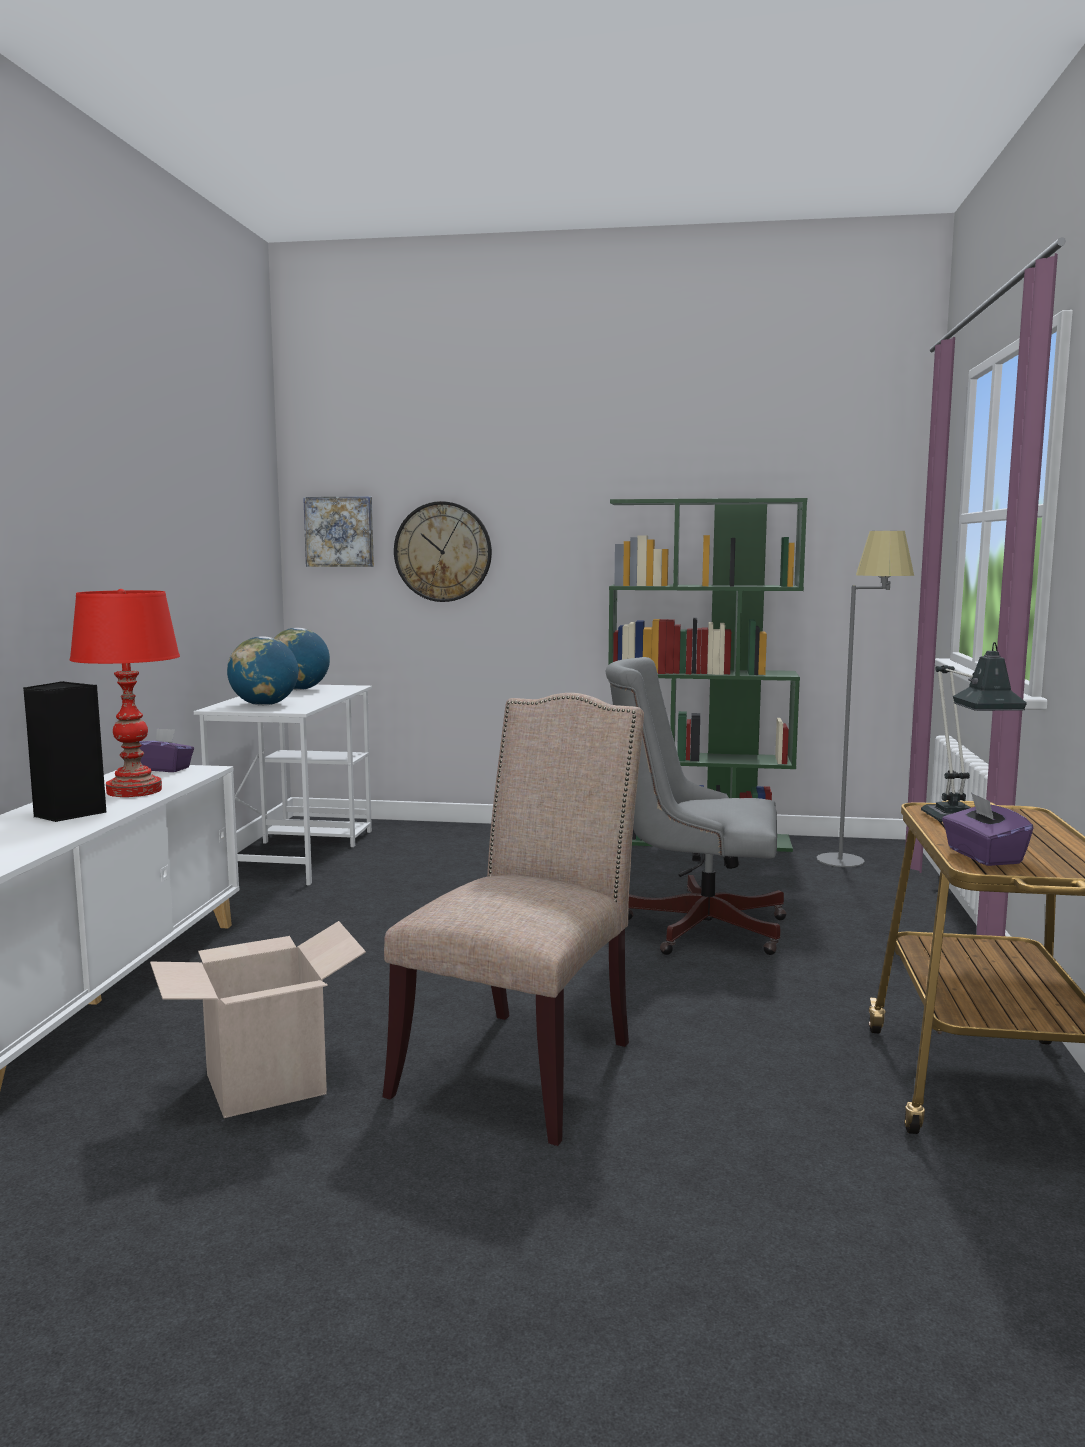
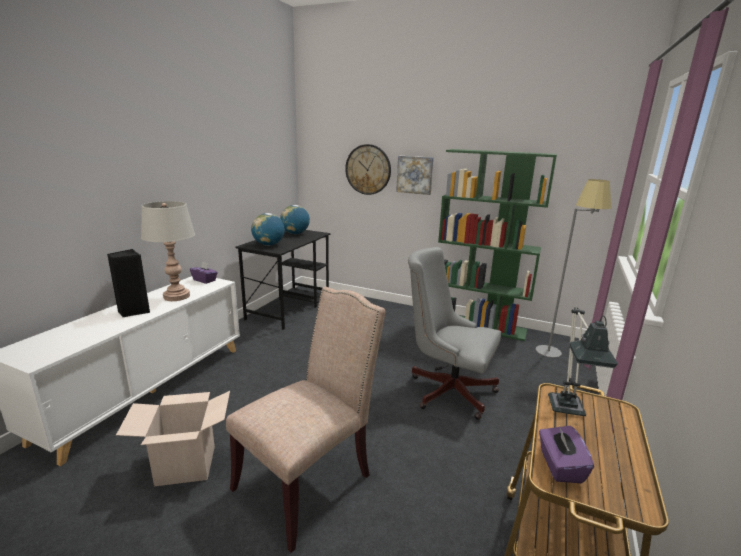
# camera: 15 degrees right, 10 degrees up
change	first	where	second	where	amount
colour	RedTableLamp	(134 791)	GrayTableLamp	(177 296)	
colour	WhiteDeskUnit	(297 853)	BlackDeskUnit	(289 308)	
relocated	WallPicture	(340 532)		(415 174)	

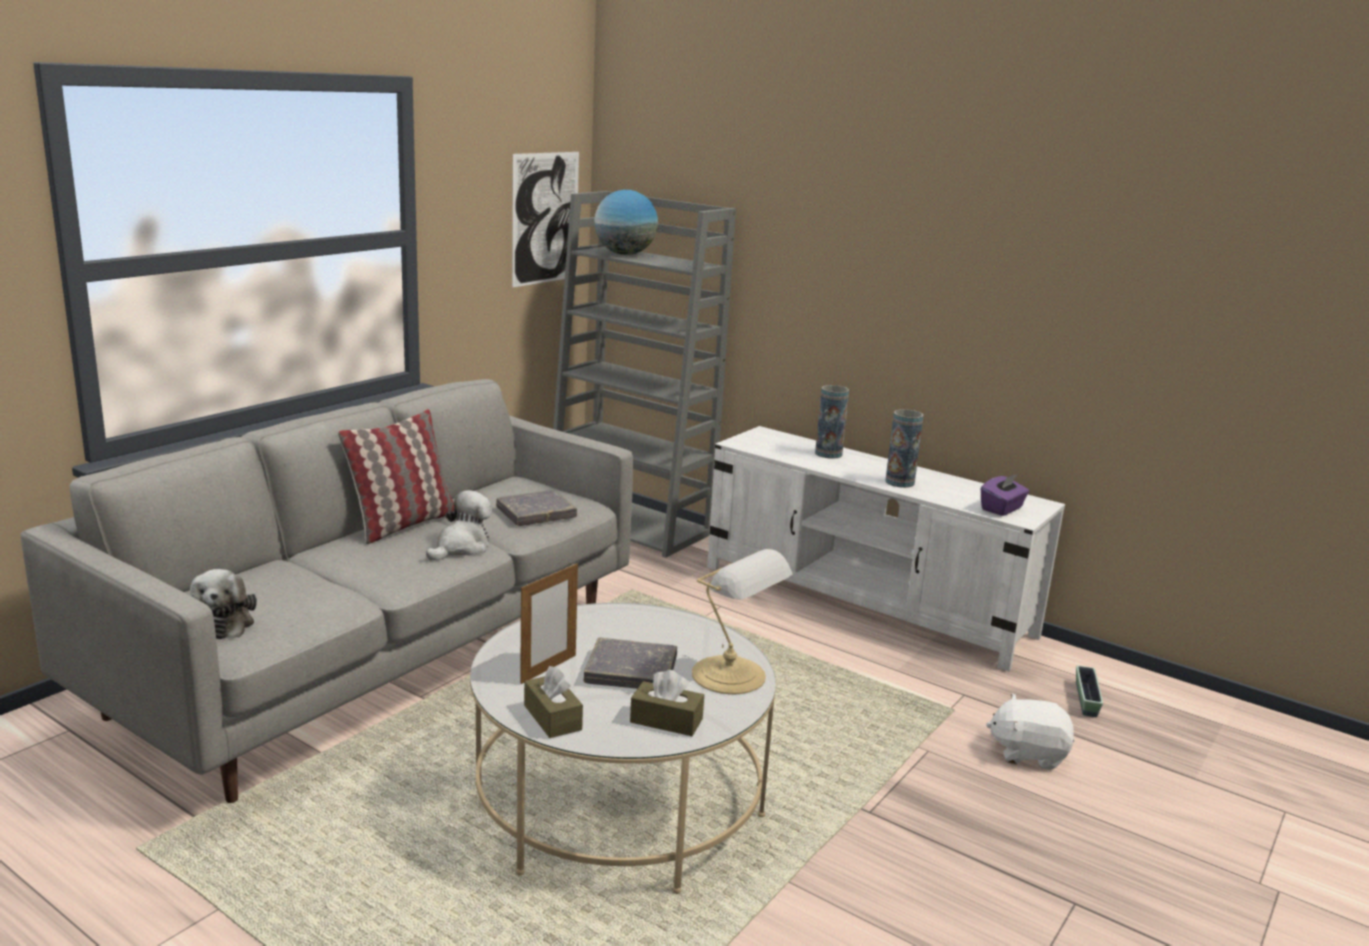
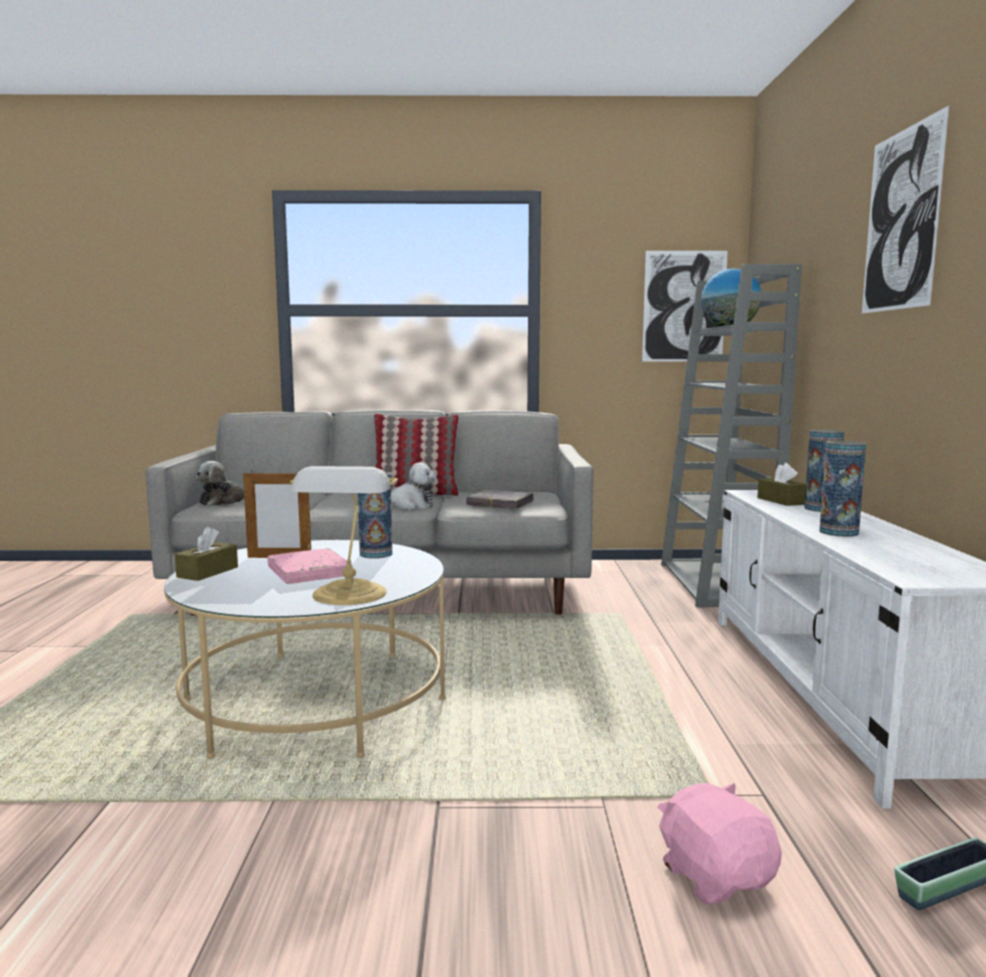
# camera: 55 degrees right, 10 degrees down
change	first	where	second	where	amount
colour	GrayVolume	(631 671)	PinkishVolume	(309 572)	
appeared			FlowerVase	(376 554)	
colour	WhitePlushToy	(1028 753)	PinkishPlushToy	(715 876)	
relocated	BrownColouredBoxOfTissues	(666 720)		(781 501)	
appeared			WallPicture	(901 220)	
missing	PurplishBoxOfTissues	(1002 509)			

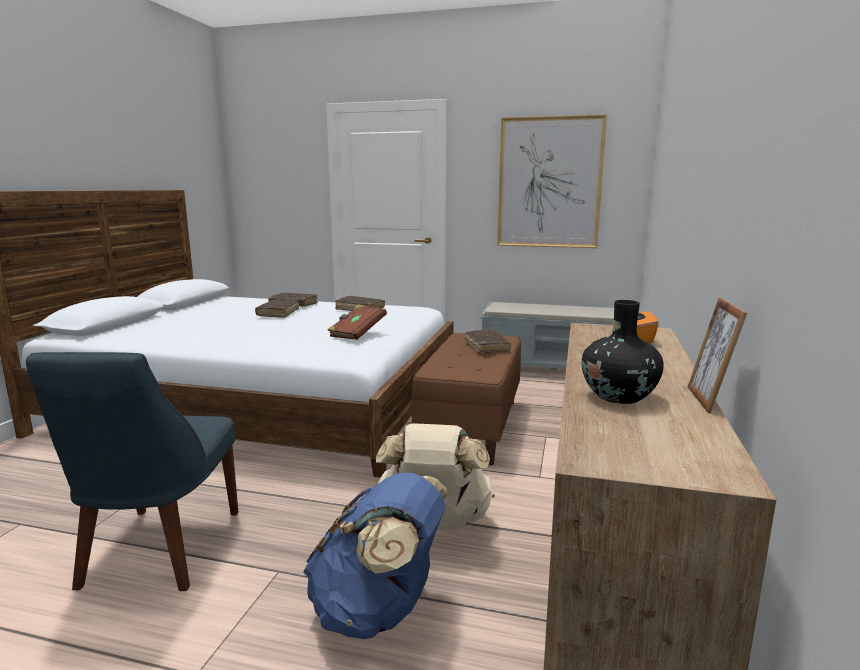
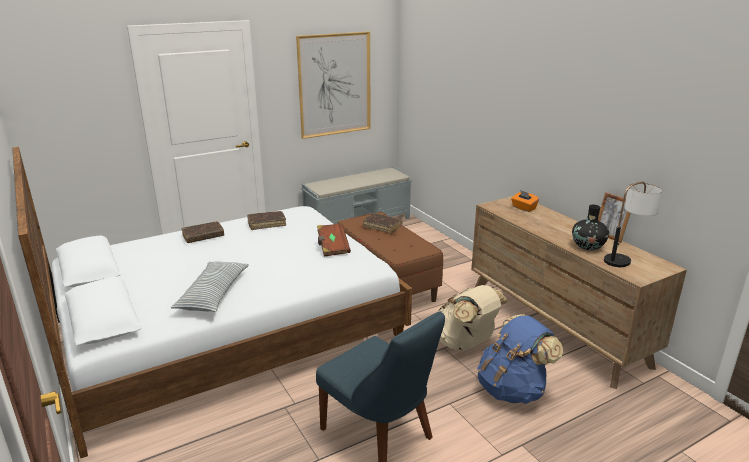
# camera: 45 degrees left, 10 degrees up
change	first	where	second	where	amount
appeared			ThrowPillow	(213 294)	
appeared			TableLamp	(625 258)	
missing	BrownColouredVolume	(278 313)			

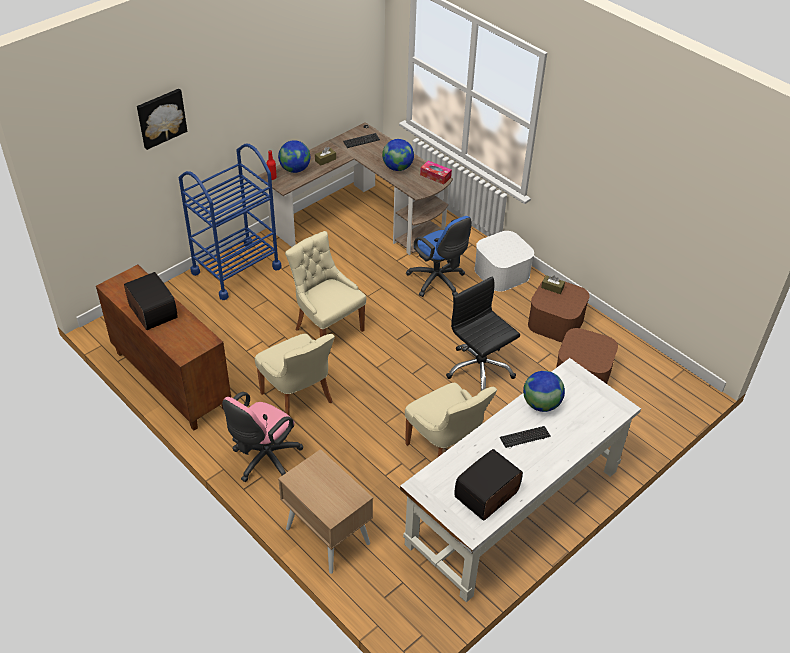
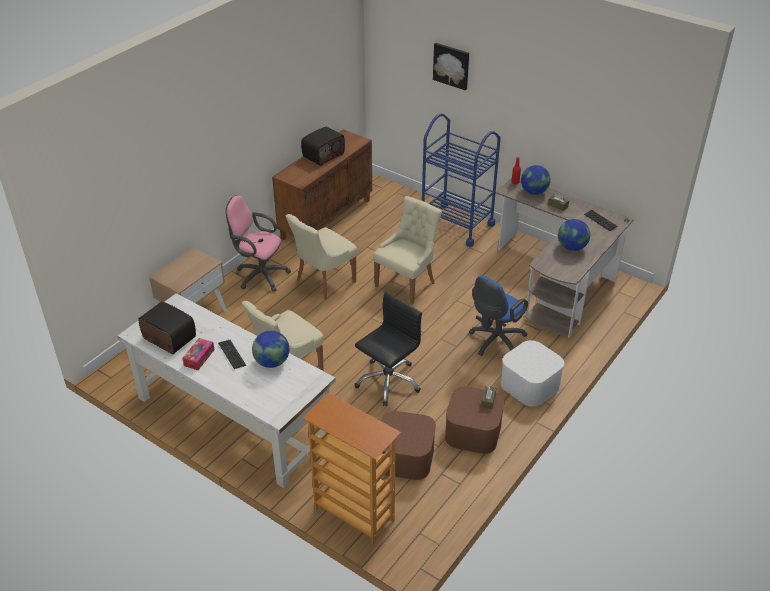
# camera: 80 degrees right, 5 degrees down
change	first	where	second	where	amount
relocated	BoxOfTissues	(435 176)		(199 357)	
appeared			Bookcase	(353 515)	

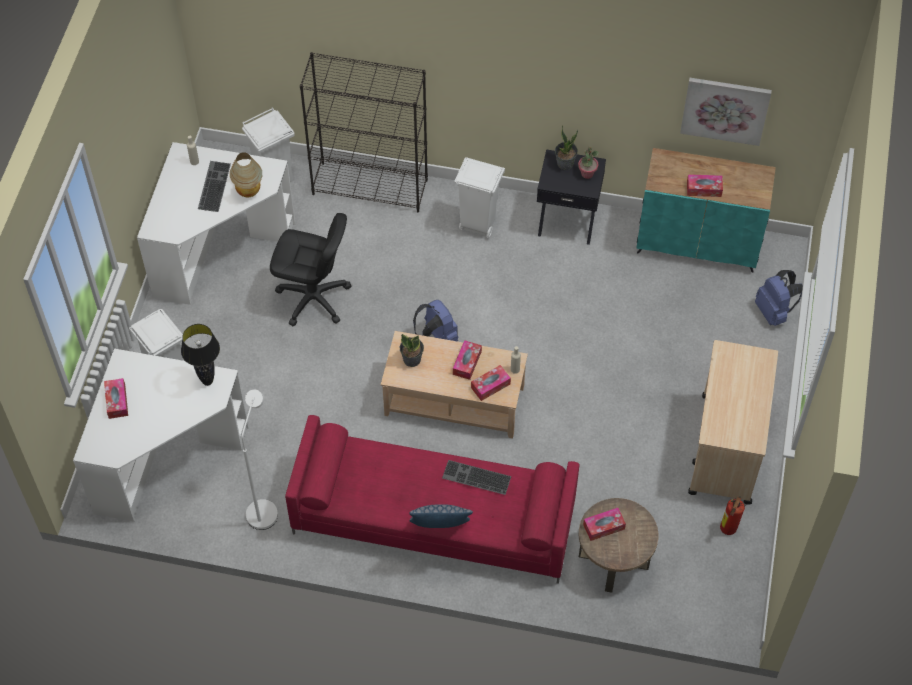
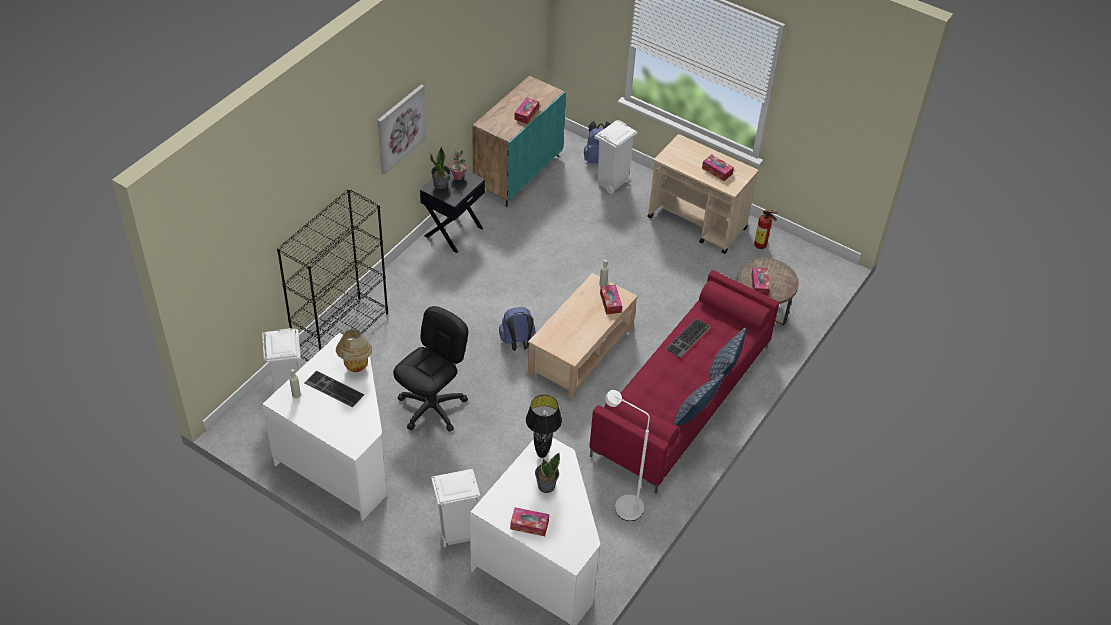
# camera: 70 degrees left, 10 degrees down
change	first	where	second	where	amount
relocated	WallPicture	(725 109)		(400 128)	
relocated	PottedPlant	(412 359)		(546 485)	
relocated	WhiteWasteBin	(477 225)		(611 184)	
appeared			ThrowPillow	(694 415)	
relocated	BoxOfTissues	(467 363)		(717 171)	

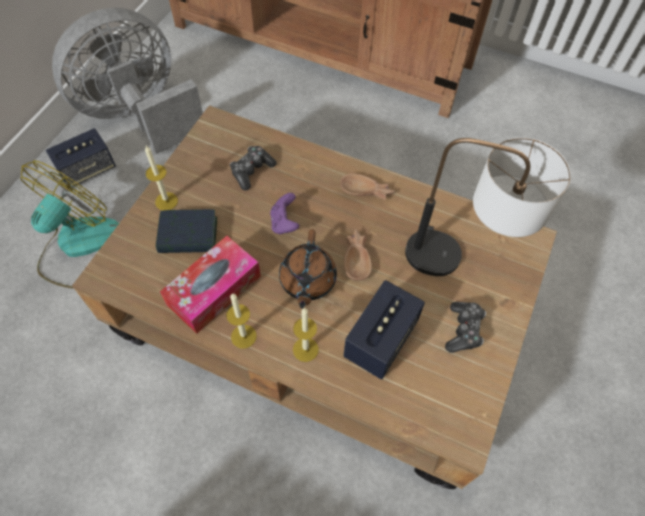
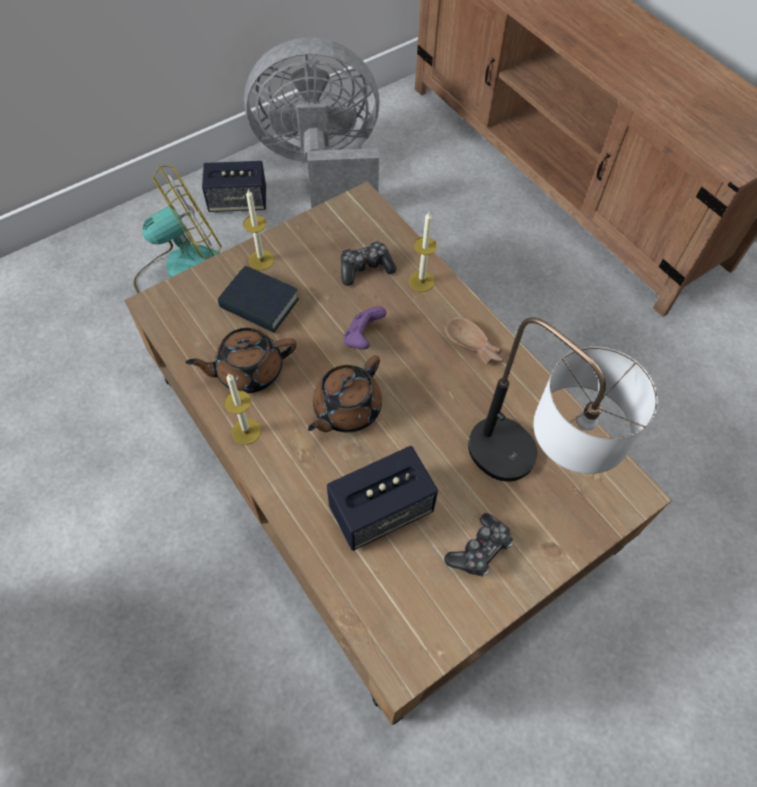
# camera: 30 degrees right, 0 degrees up
change	first	where	second	where	amount
exchanged	BoxOfTissues	(214 290)	BrownColouredTeapot	(248 371)	
relocated	Candle	(305 349)		(421 281)	
missing	BrownColouredDeepDish	(358 258)			

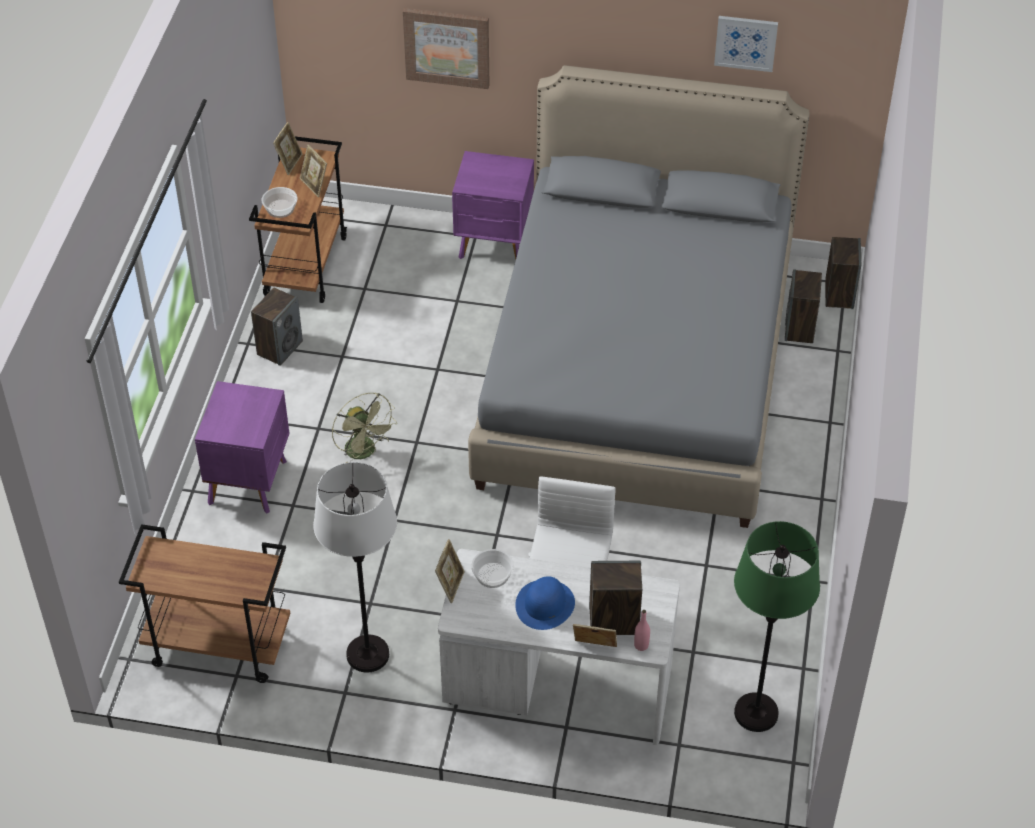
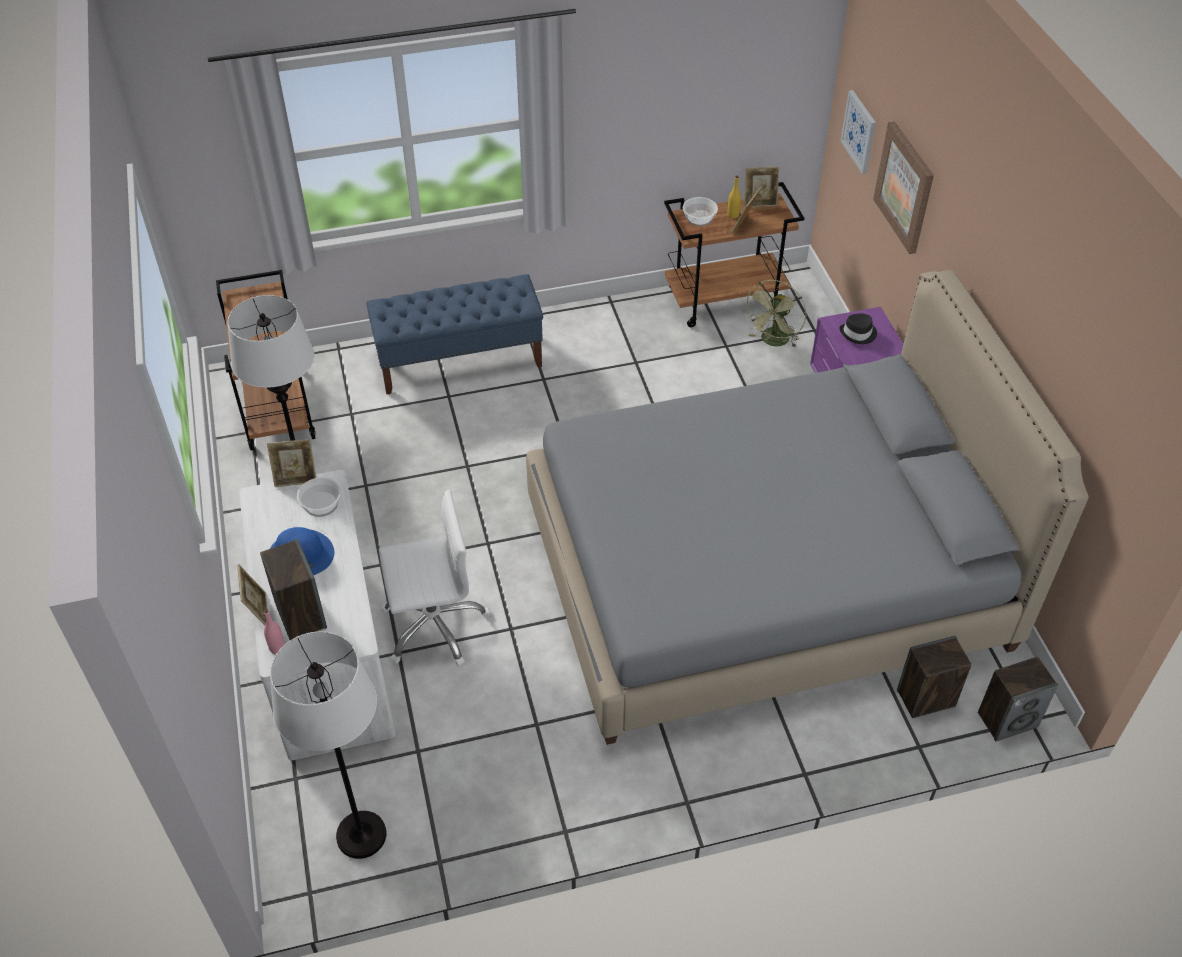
# camera: 65 degrees right, 0 degrees up
change	first	where	second	where	amount
colour	GreenishFloorLamp	(755 713)	WhiteFloorLamp	(361 835)	
exchanged	PurplishNightTable	(249 481)	BluishLongSeat	(460 360)	
appeared			YellowBeverageBottle	(733 215)	
relocated	GreenishCoolingFan	(365 452)		(773 342)	
appeared			BlackClothingHat	(858 334)	
relocated	WallPicture	(746 42)		(859 131)	
missing	Speaker	(279 348)			

